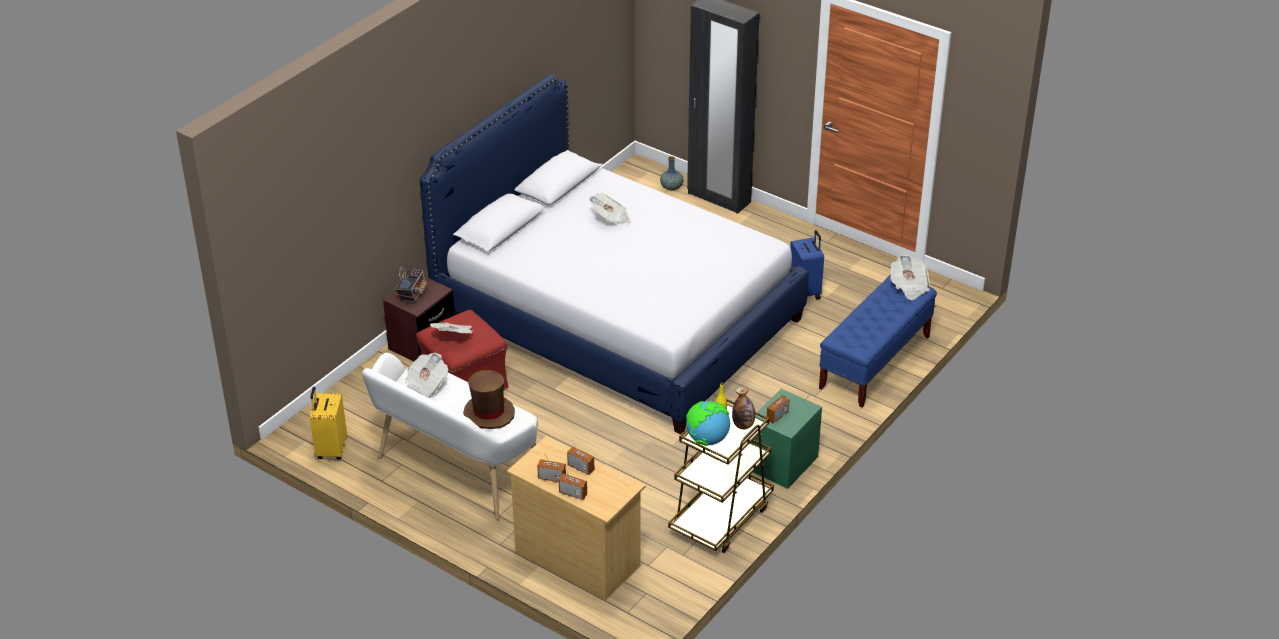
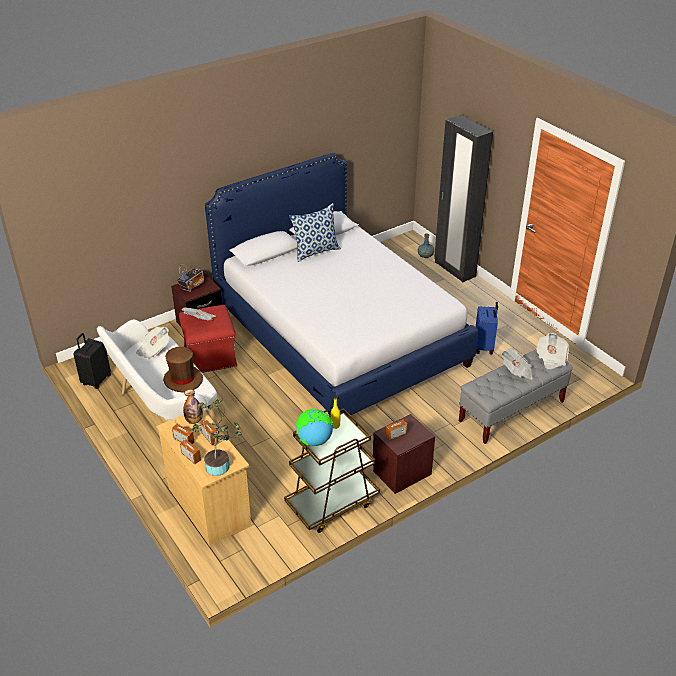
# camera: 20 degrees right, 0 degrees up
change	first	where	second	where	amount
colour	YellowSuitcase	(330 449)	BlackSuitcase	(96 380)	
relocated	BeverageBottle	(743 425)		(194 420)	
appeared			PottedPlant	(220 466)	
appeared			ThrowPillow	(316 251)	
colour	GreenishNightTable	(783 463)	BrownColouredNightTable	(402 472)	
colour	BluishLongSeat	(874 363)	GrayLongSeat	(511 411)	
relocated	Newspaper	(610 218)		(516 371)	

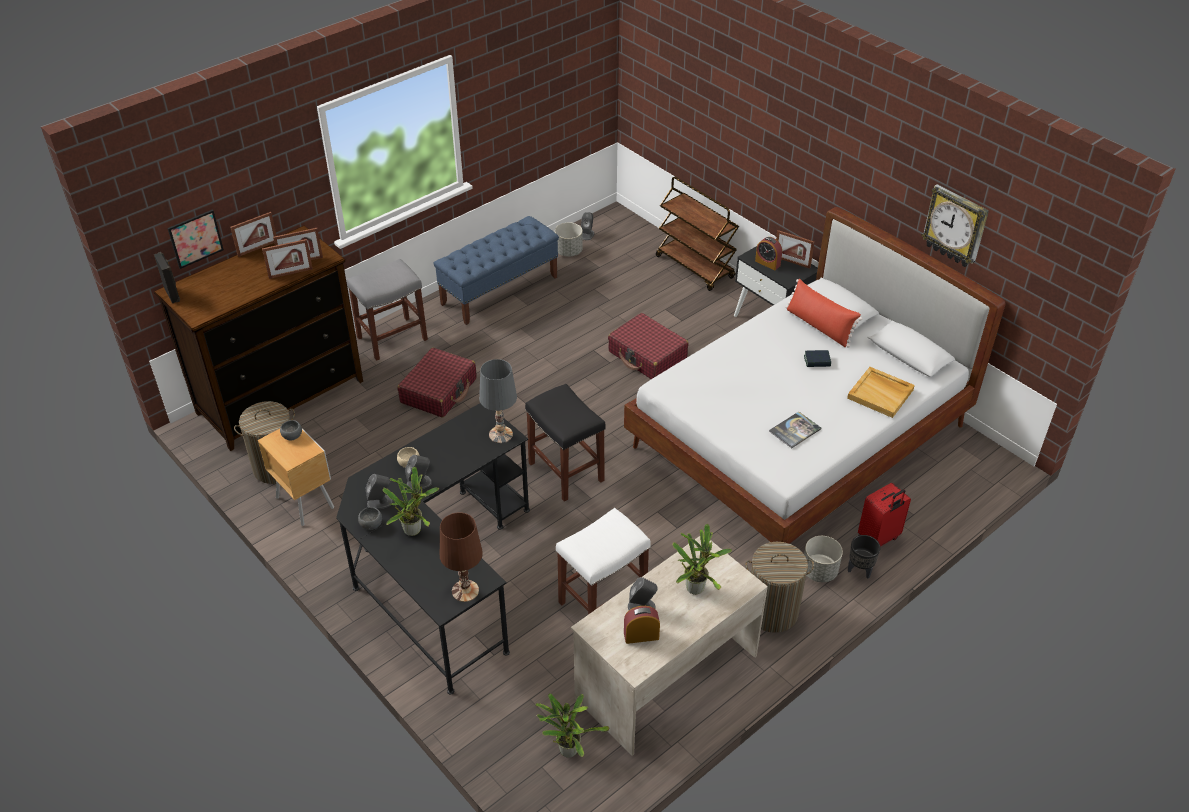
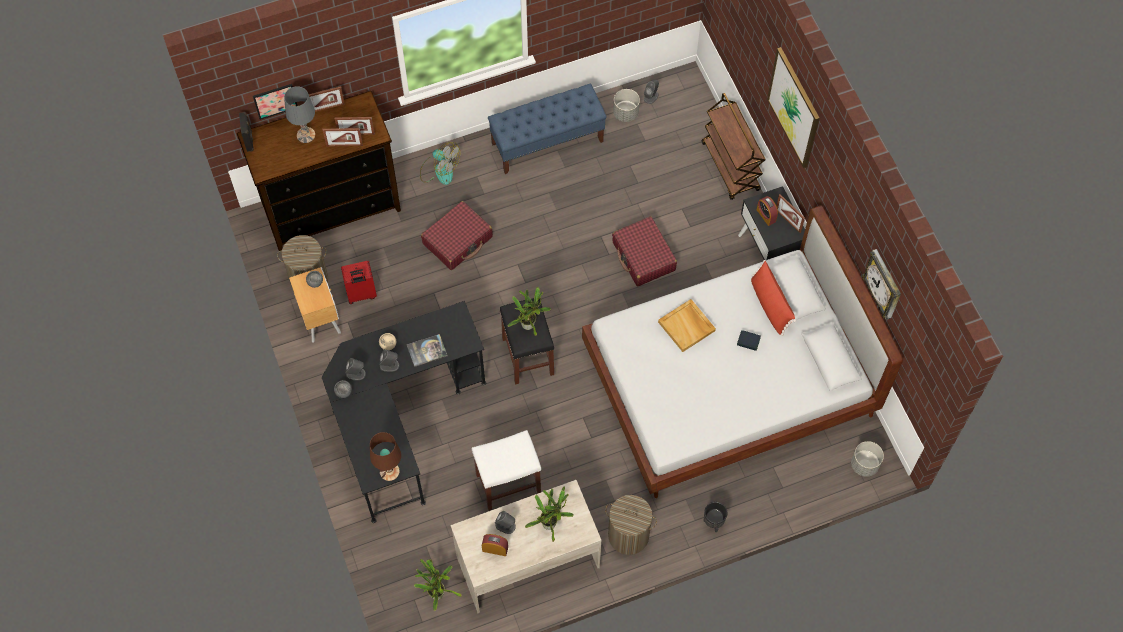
# camera: 20 degrees right, 20 degrees up
change	first	where	second	where	amount
relocated	GrayTableLamp	(500 435)		(305 135)	
relocated	RedSuitcase	(878 538)		(361 294)	
relocated	Volume	(795 430)		(427 350)	
exchanged	GrayStool	(393 338)	CoolingFan	(439 170)	
relocated	PottedPlant	(414 528)		(529 323)	
relocated	SandColouredCarryingTray	(881 394)		(687 326)	
appeared			WallPicture	(794 107)	
relocated	GrayPlantPot	(819 571)		(864 464)	

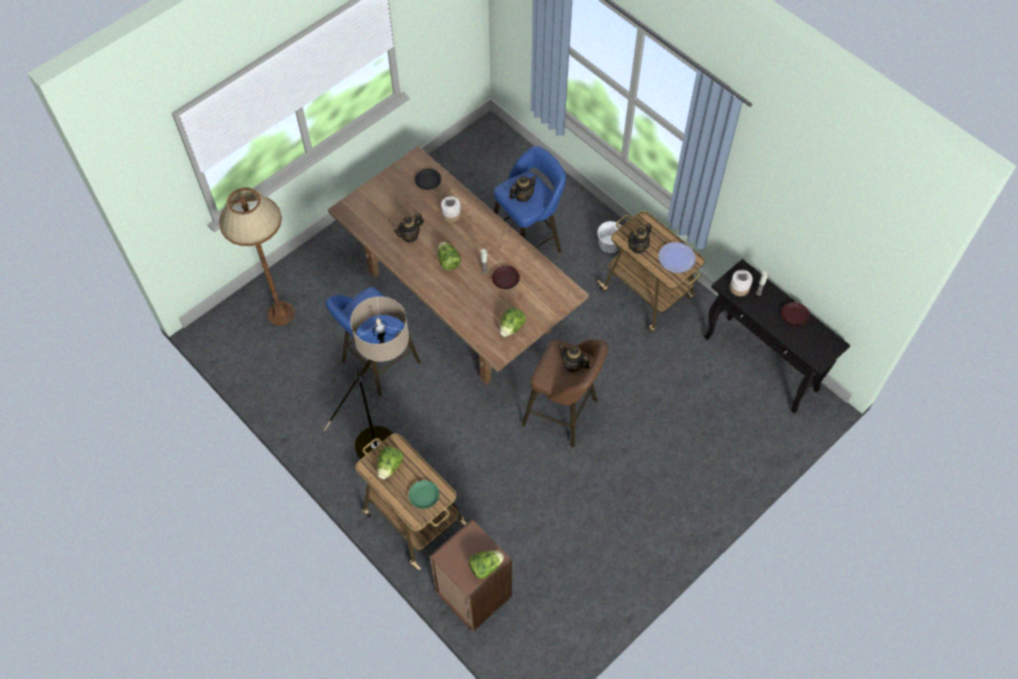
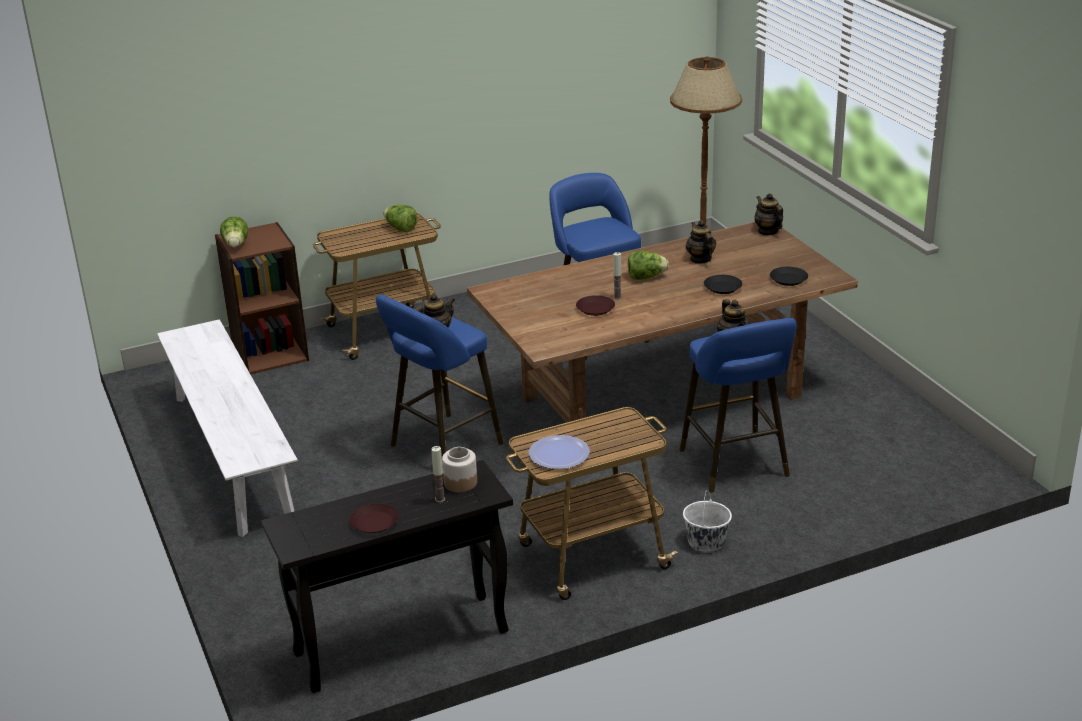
# camera: 110 degrees right, 30 degrees down
change	first	where	second	where	amount
appeared			WhiteLongSeat	(232 456)	
colour	BrownColouredStool	(564 414)	BluishStool	(441 447)	
exchanged	StorageJar	(451 215)	BlackDinnerPlate	(722 288)	
relocated	Teapot	(638 247)		(768 231)	
missing	FloorLamp	(389 435)			
missing	GreenishDinnerPlate	(423 496)			
missing	LettuceHead	(511 327)			

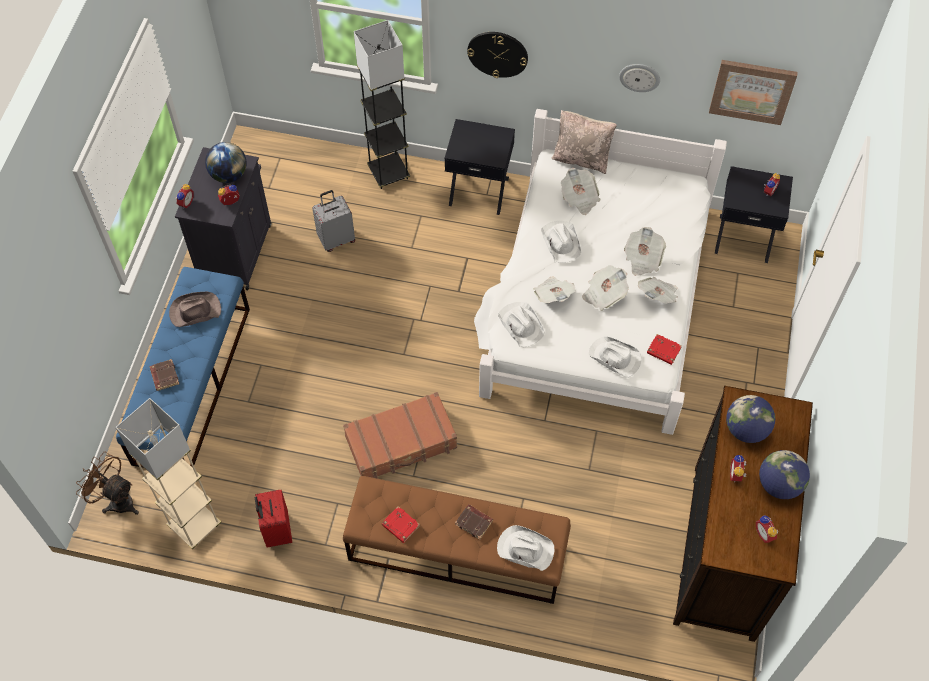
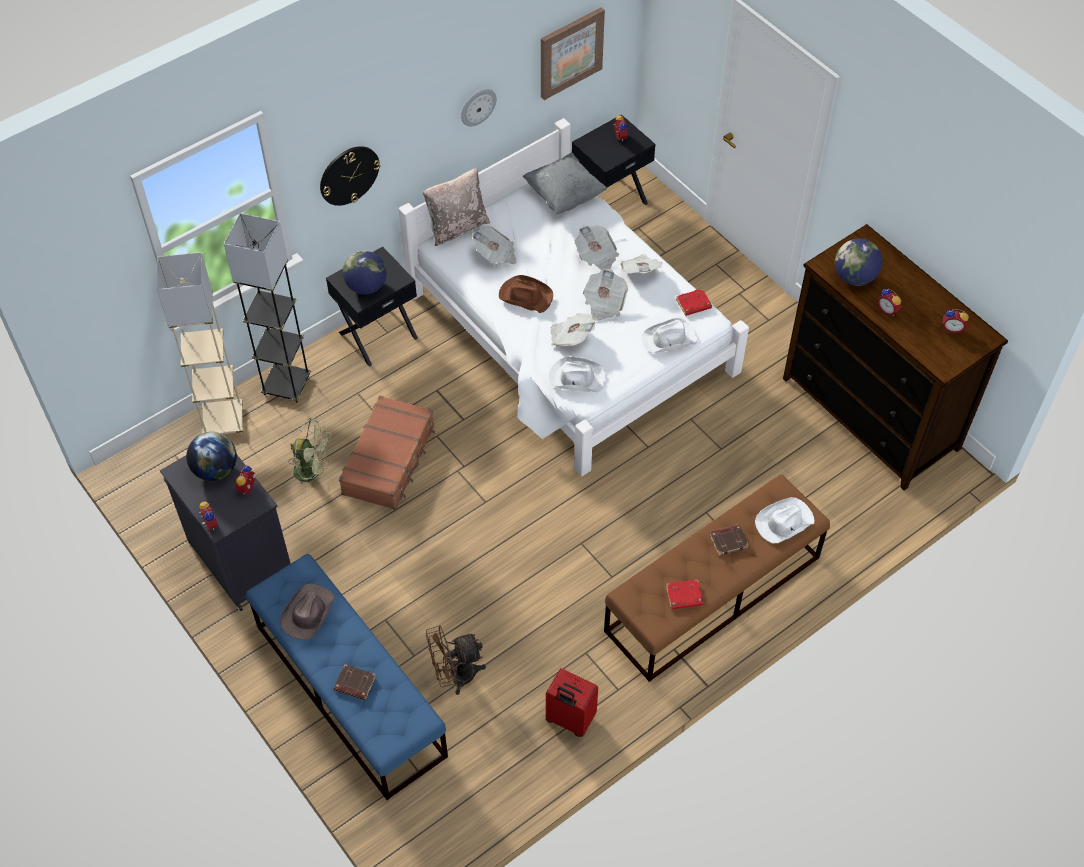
# camera: 50 degrees left, 5 degrees down
change	first	where	second	where	amount
relocated	SandColouredFloorLamp	(195 525)		(223 421)	
exchanged	GraySuitcase	(336 239)	GreenishCoolingFan	(313 471)	
relocated	BrownColouredSuitcase	(401 443)		(389 460)	
relocated	Globe	(779 484)		(366 287)	
relocated	BrownColouredCoolingFan	(117 500)		(455 675)	
colour	WhiteClothingHat	(561 241)	BrownColouredClothingHat	(525 296)	
appeared			GrayThrowPillow	(564 195)	

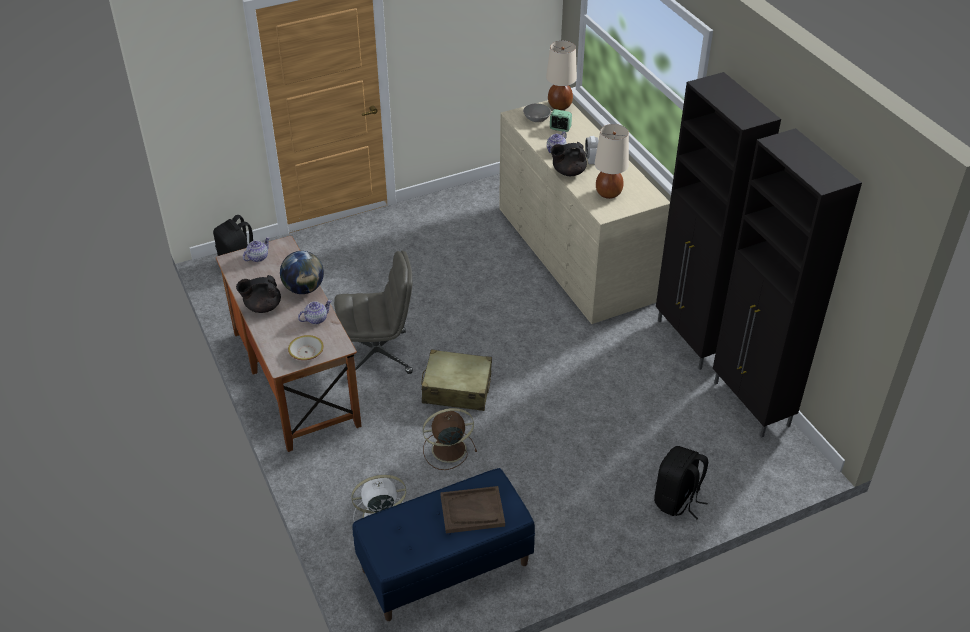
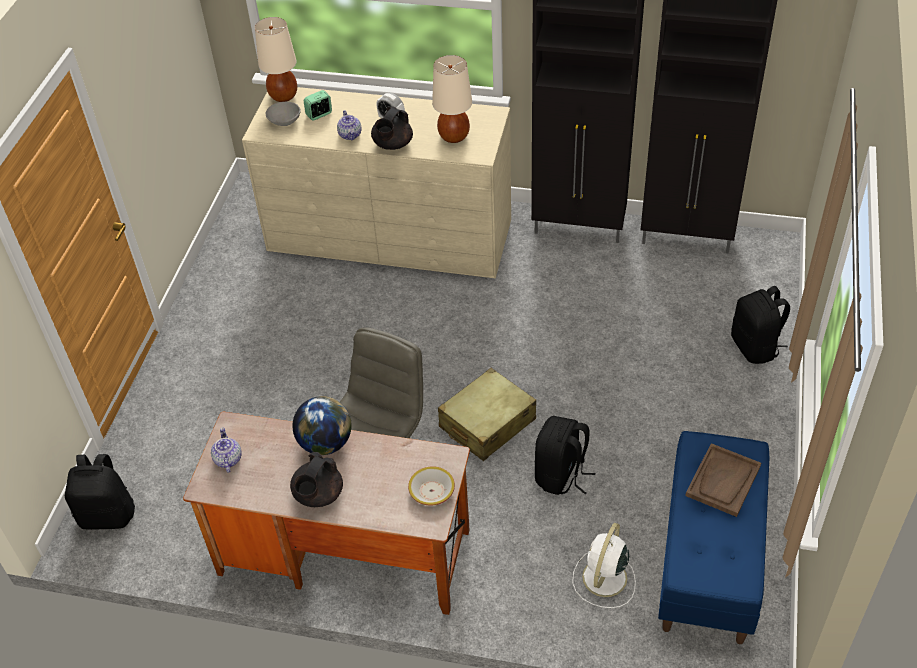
# camera: 50 degrees left, 5 degrees up
change	first	where	second	where	amount
exchanged	BrownColouredCoolingFan	(447 449)	BlackKnapsack	(561 475)	
missing	Teapot	(316 319)			

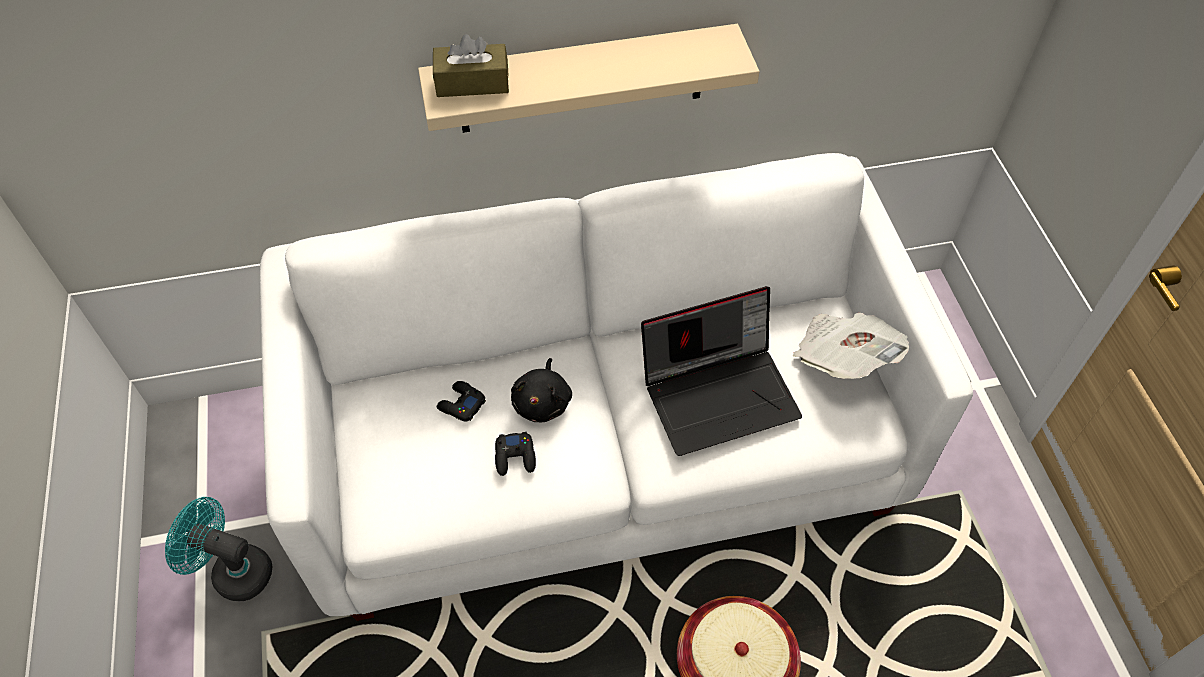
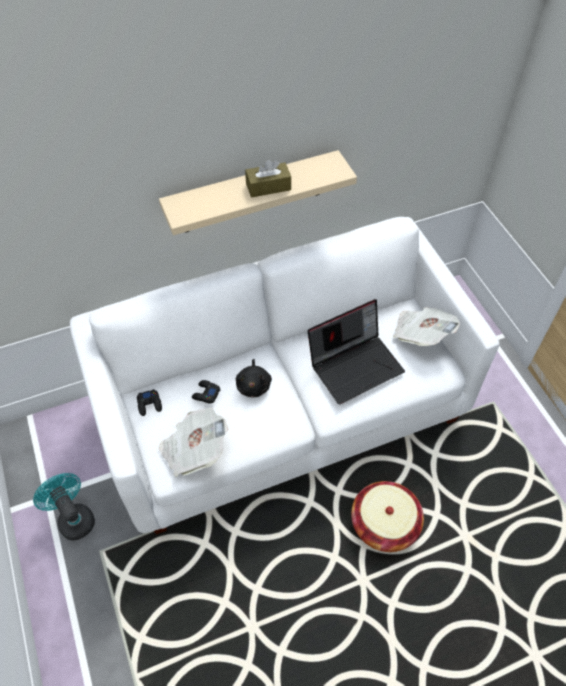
# camera: 10 degrees left, 0 degrees up
change	first	where	second	where	amount
spun	BlueGreenCoolingFan	(234 571)		(73 518)	45 degrees clockwise
relocated	BlackJoypad	(515 457)		(149 404)	
appeared			Newspaper	(194 450)	
relocated	BrownColouredBoxOfTissues	(472 82)		(268 186)	

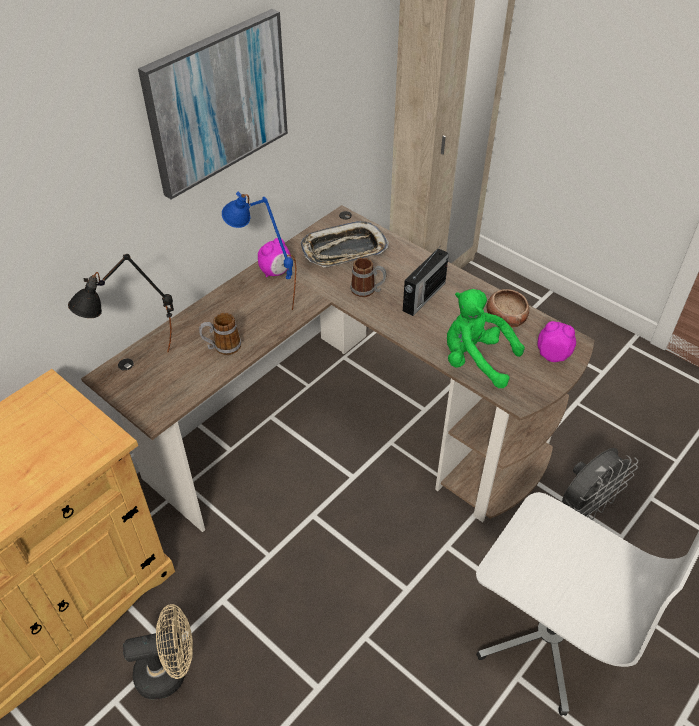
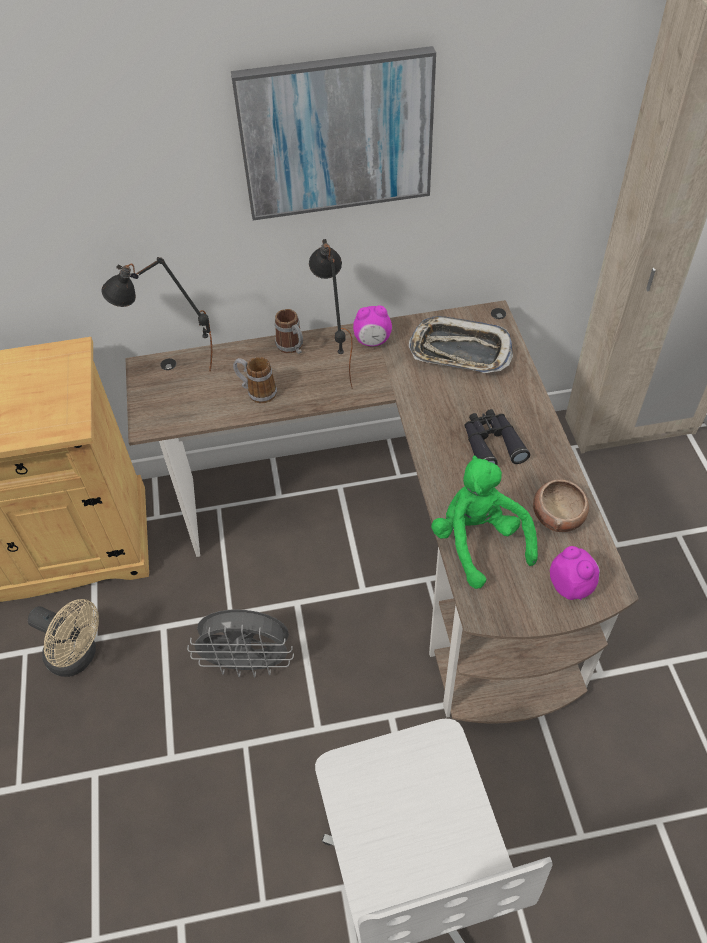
# camera: 40 degrees right, 5 degrees up
change	first	where	second	where	amount
relocated	GrayCoolingFan	(586 507)		(249 663)	
relocated	CoffeeMug	(368 290)		(292 347)	
colour	BluishTableLamp	(265 301)	BlackTableLamp	(335 366)	
exchanged	RadioSet	(423 297)	BlackPairOfBinoculars	(491 444)	

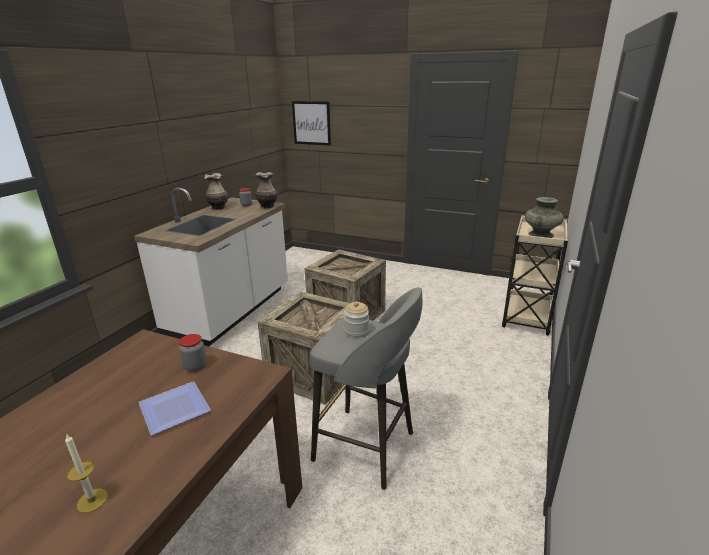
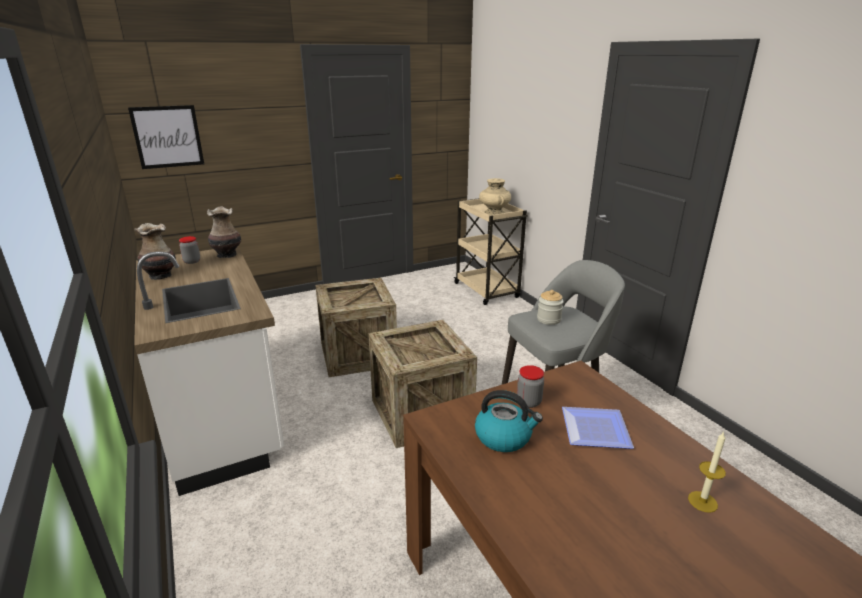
# camera: 50 degrees left, 0 degrees up
change	first	where	second	where	amount
appeared			Kettle	(504 437)	
colour	BlueGreenFlowerVase	(540 235)	SandColouredFlowerVase	(494 212)	

